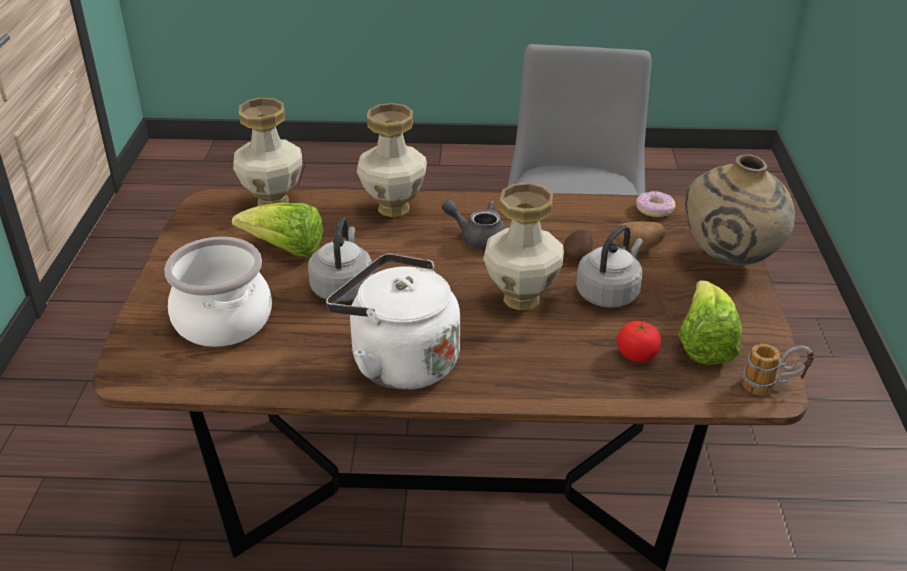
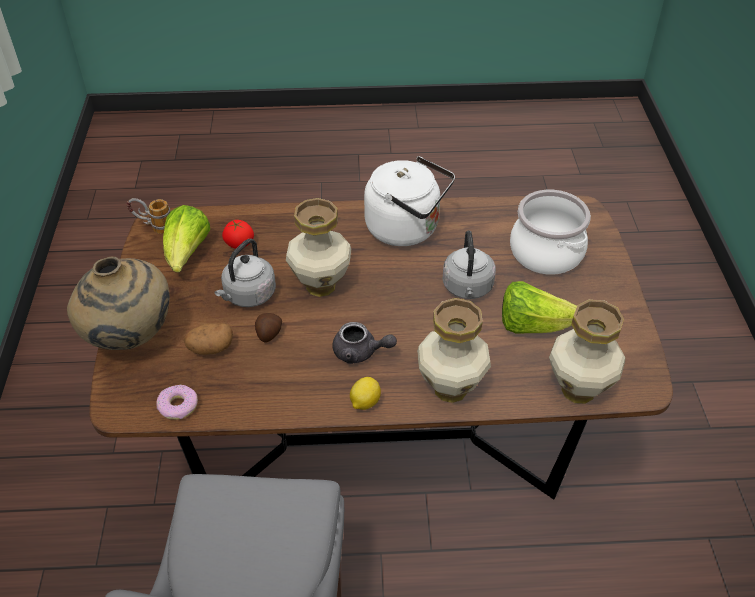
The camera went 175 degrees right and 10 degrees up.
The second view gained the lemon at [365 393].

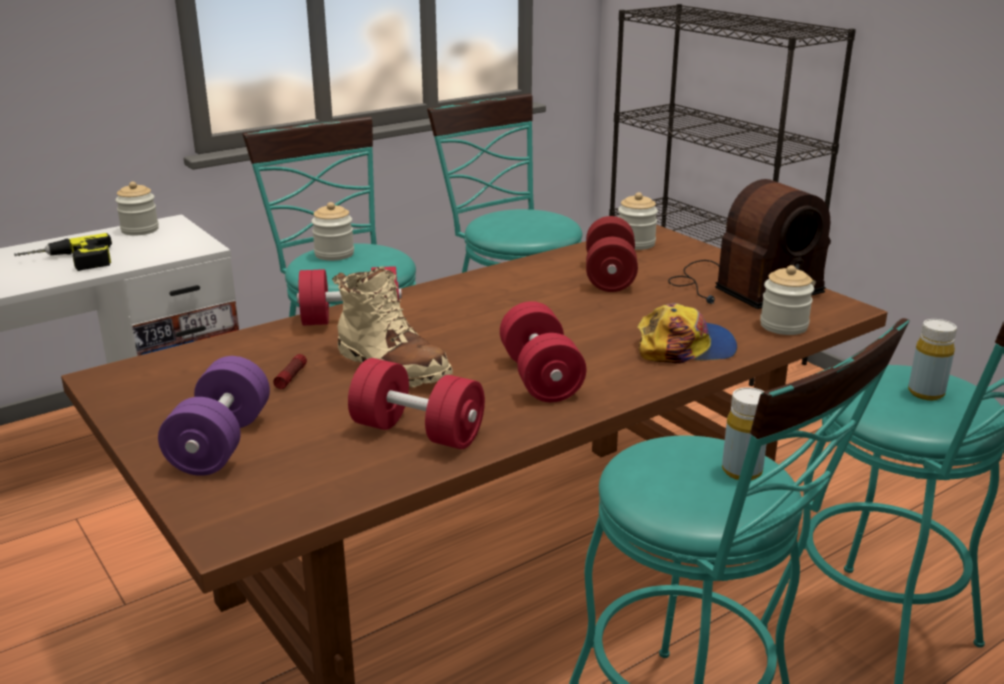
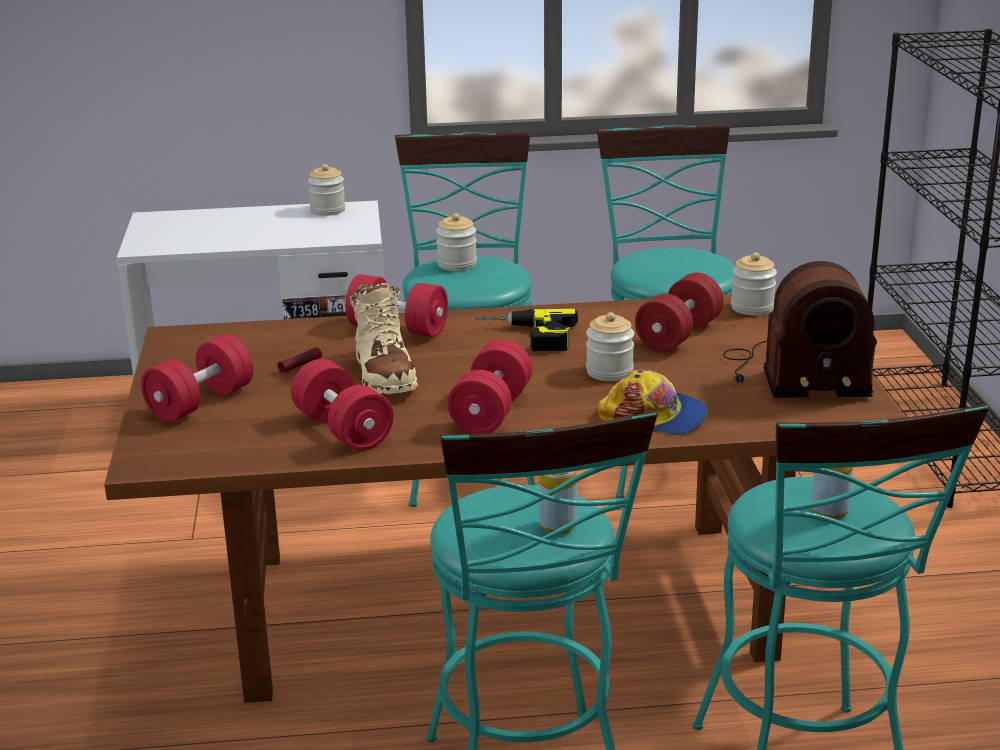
The camera went 30 degrees right and 0 degrees up.
The power drill ended up elsewhere, having gone from [63 252] to [526 330].
The jar ended up elsewhere, having gone from [787 300] to [610 346].
What was the dumbbell/purple at [214 416] turned into the dumbbell/red at [197 378].

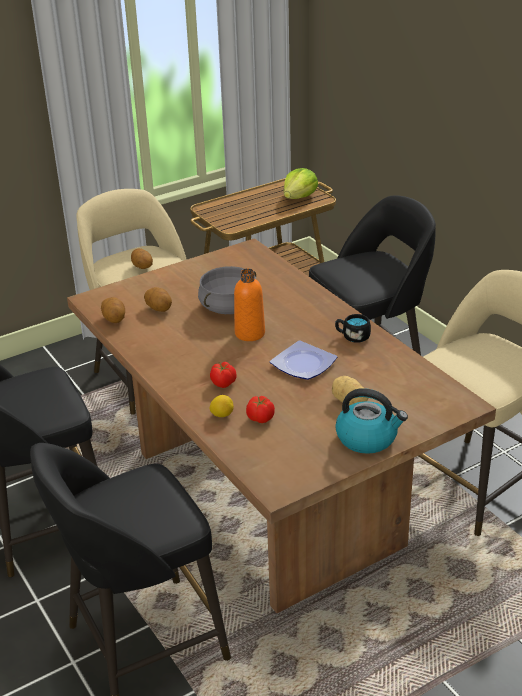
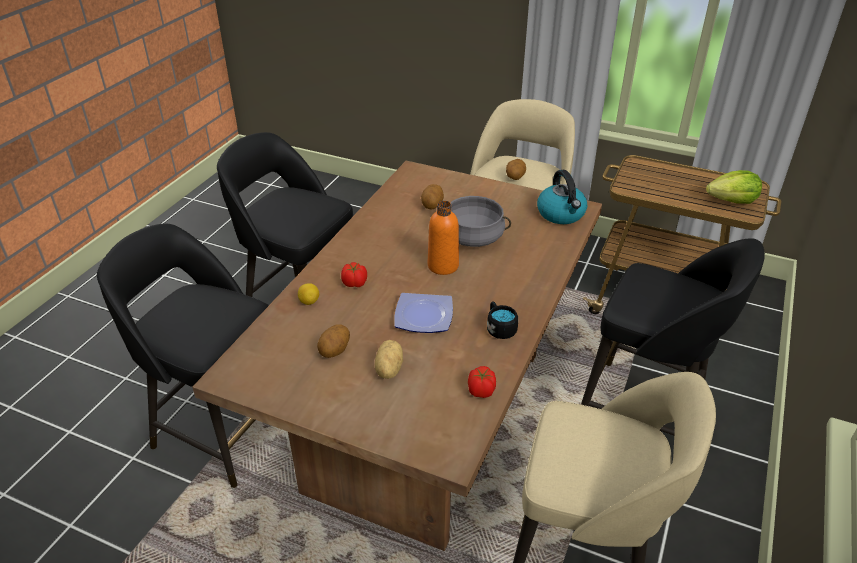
The camera went 55 degrees right and 5 degrees up.
The potato ended up elsewhere, having gone from [113 310] to [333 341].
The kettle ended up elsewhere, having gone from [371 421] to [562 197].
The tomato ended up elsewhere, having gone from [260 409] to [482 382].

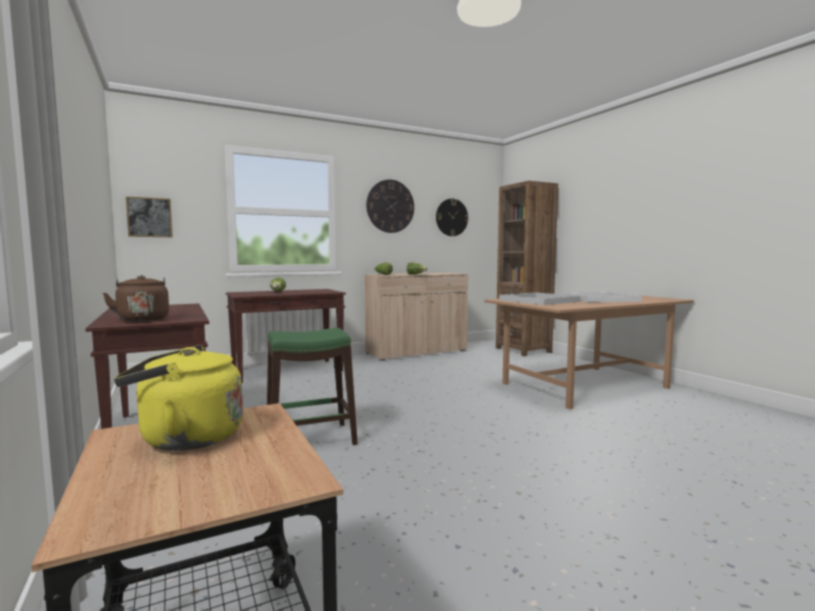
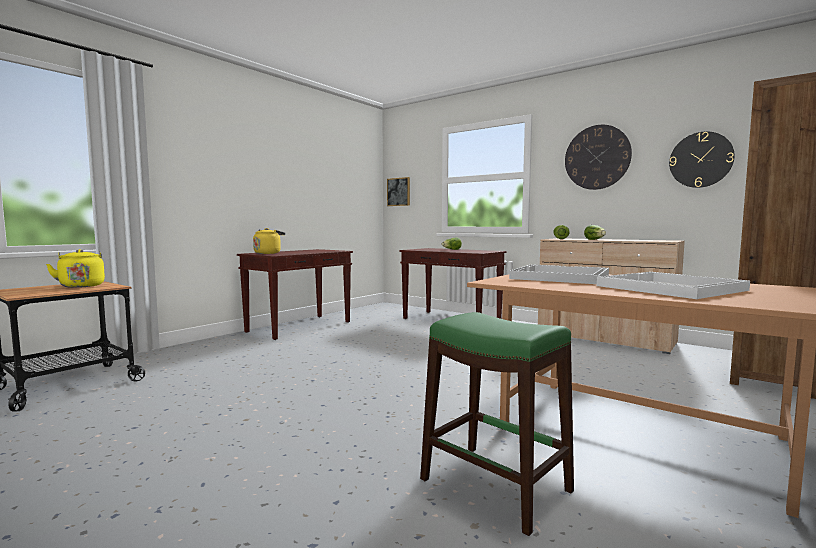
The camera went 65 degrees right and 0 degrees up.
What was the kettle/brown at [136 298] turned into the kettle/yellow at [269 241].
The stool/green ended up elsewhere, having gone from [312 386] to [497 424].

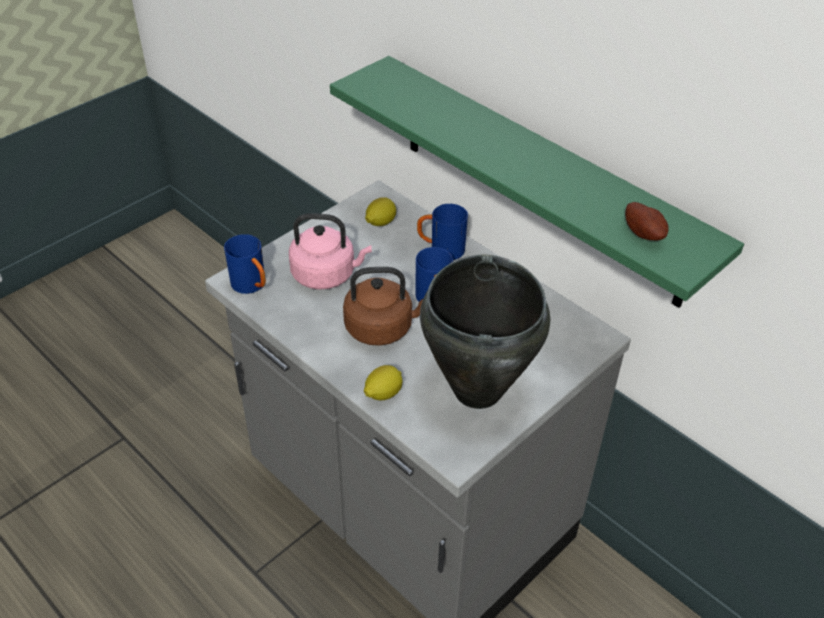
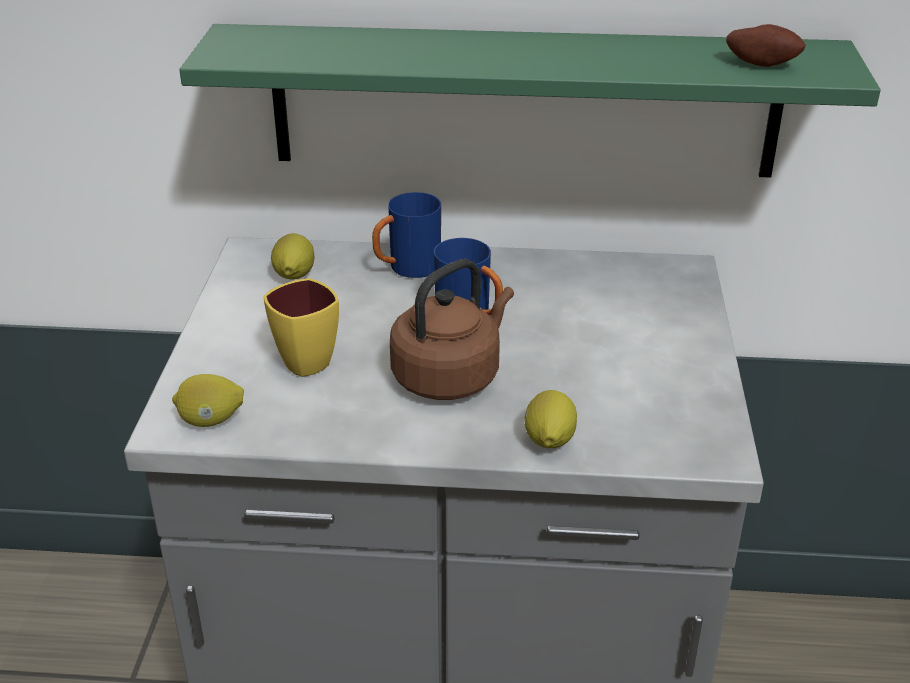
The camera went 40 degrees left and 10 degrees down.
Where the kettle/pink stood at [330 251], the mug/yellow came to stand at [301 327].
Where the mug/blue stood at [245 264], the lemon came to stand at [208 400].
The second view lost the cooking pot/black at [485 332].

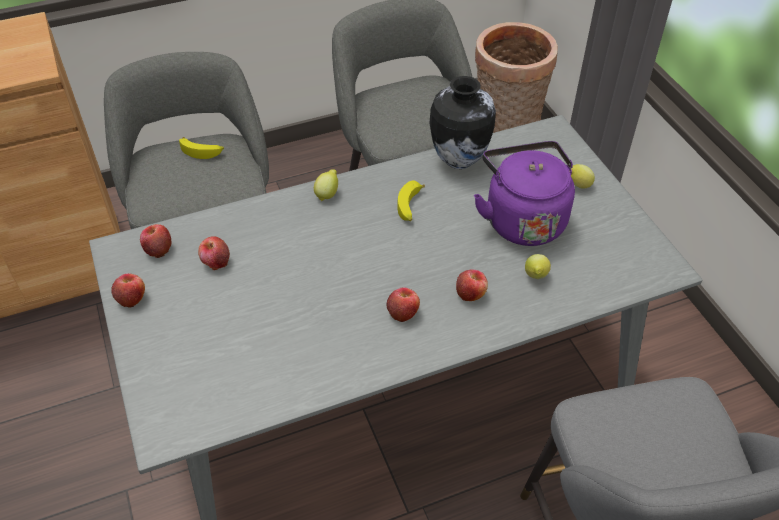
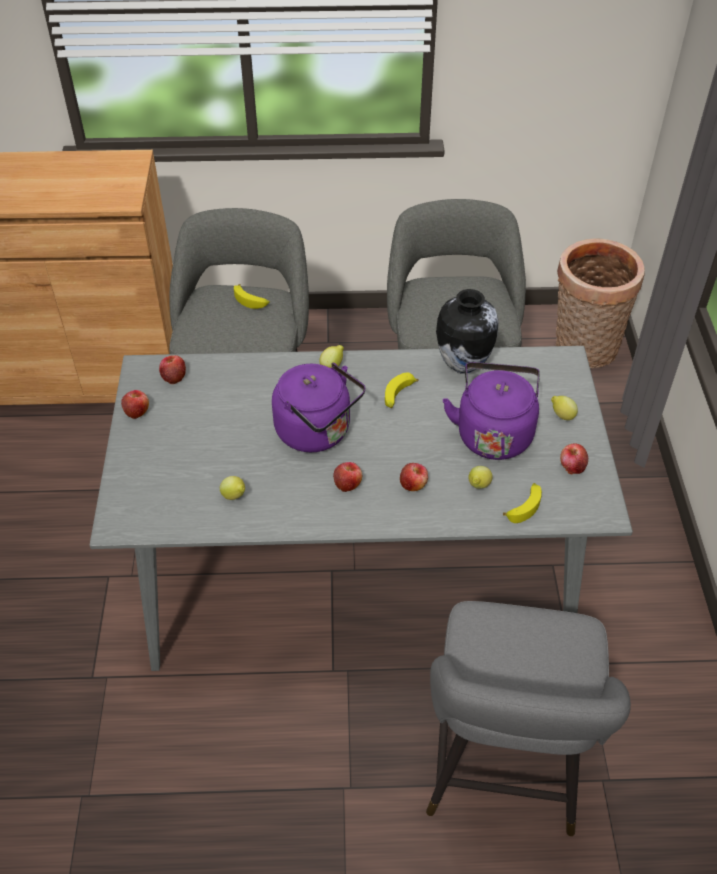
The camera went 20 degrees right and 0 degrees up.
The apple ended up elsewhere, having gone from [214 253] to [574 458].
The second view gained the kettle/purple at [318 407].
The second view gained the lemon at [232 488].
The second view gained the banana at [522 503].

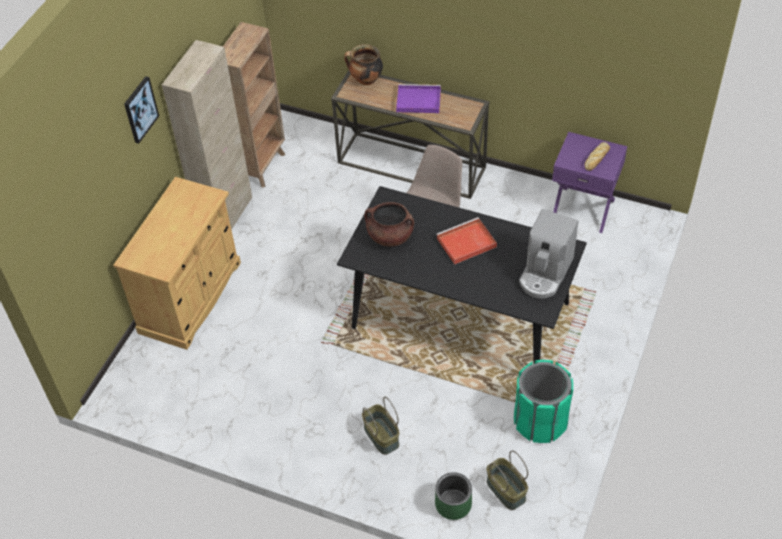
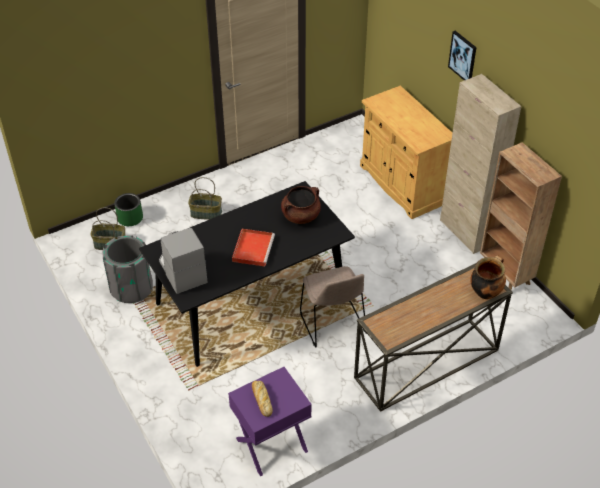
The camera went 125 degrees right and 5 degrees down.
The second view lost the tray/purple at [418 98].
What was the trash can/green at [543 401] turned into the trash can/grey at [128 269].

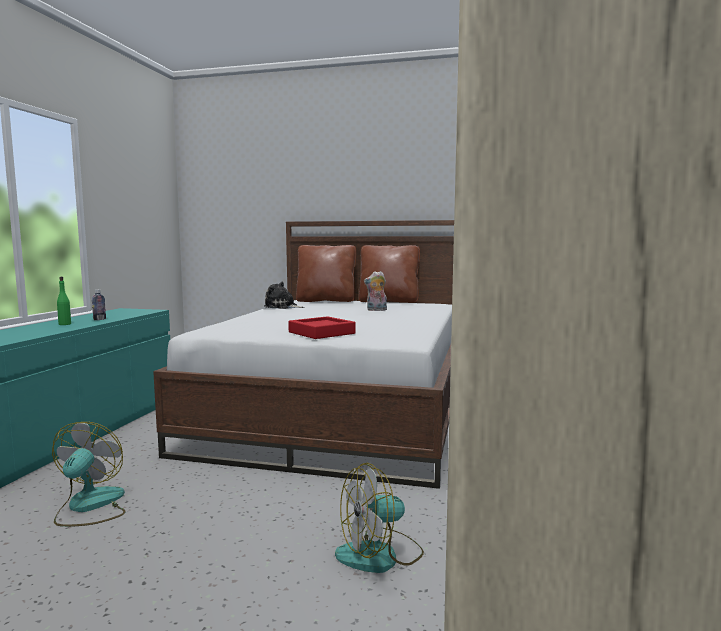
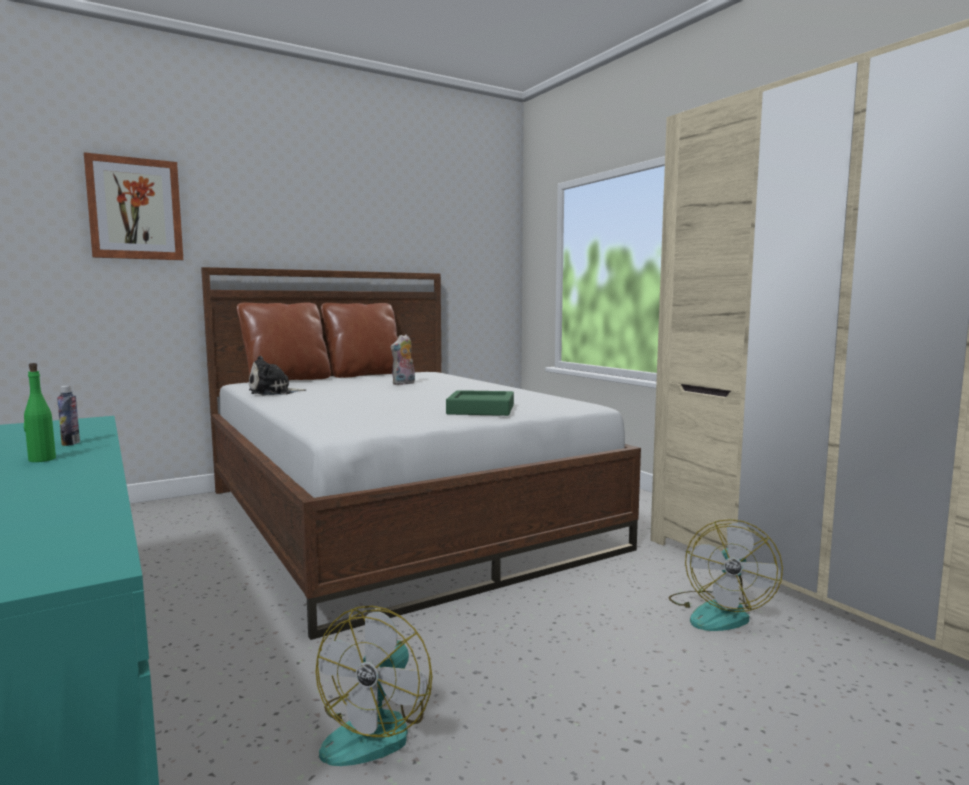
The camera went 45 degrees left and 0 degrees up.
What was the tray/red at [322 327] turned into the tray/green at [480 403].
The fan at [89 474] ended up facing another way, 120 degrees counterclockwise from before.
The second view gained the picture at [133 206].

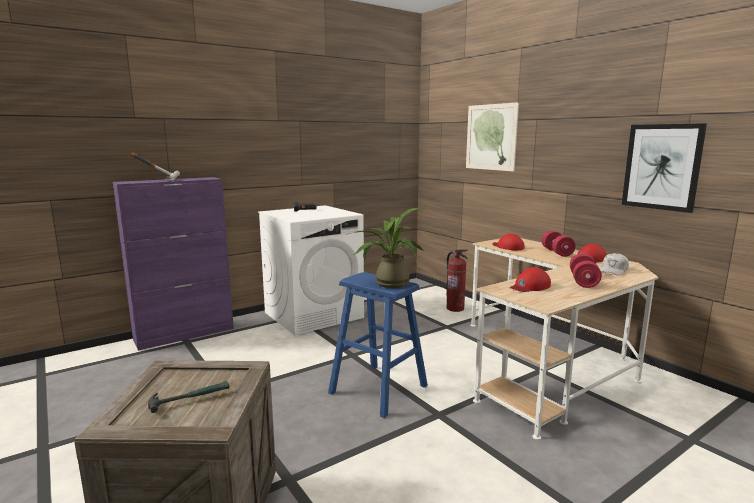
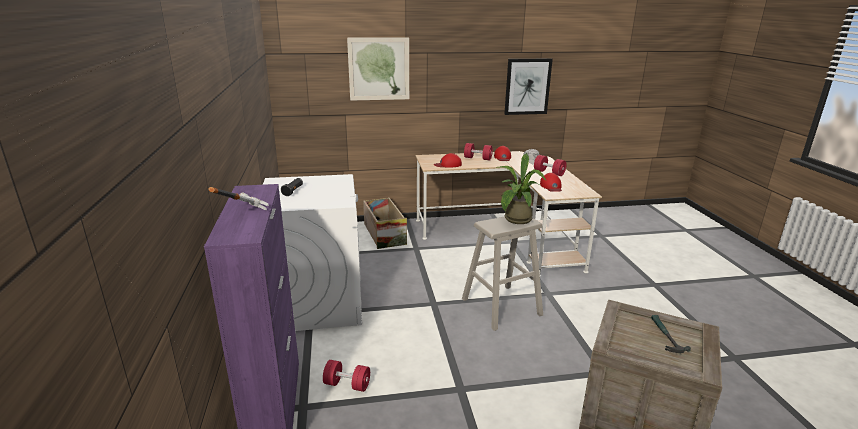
The camera went 65 degrees left and 10 degrees up.
Where the fire extinguisher stood at [457 280], the crate came to stand at [385 223].
What was the stool/blue at [378 345] turned into the stool/beige at [502 273].
The second view gained the dumbbell/red at [346 376].

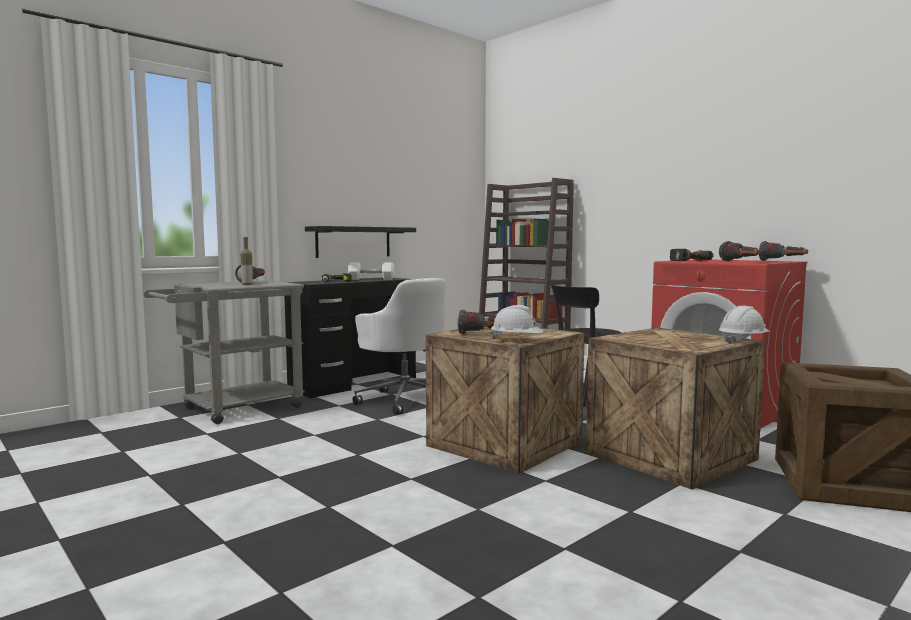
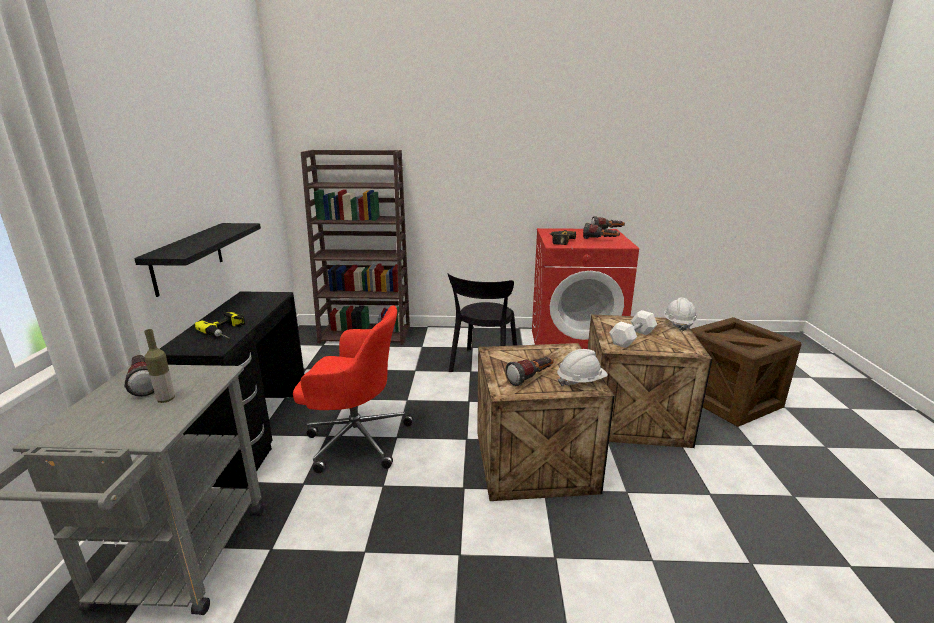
The camera went 45 degrees left and 15 degrees up.
The dumbbell/white ended up elsewhere, having gone from [371 271] to [633 329].
What was the office chair/white at [399 346] turned into the office chair/red at [353 389].

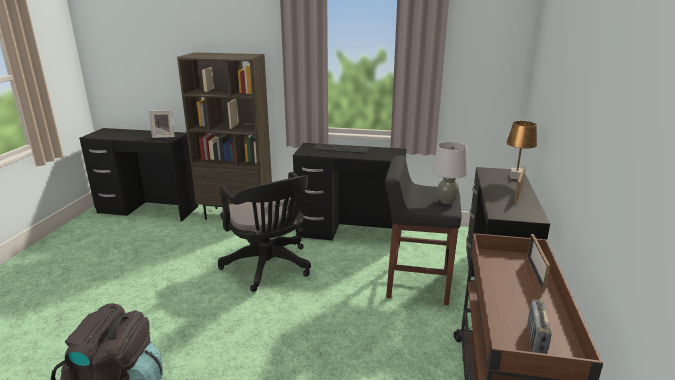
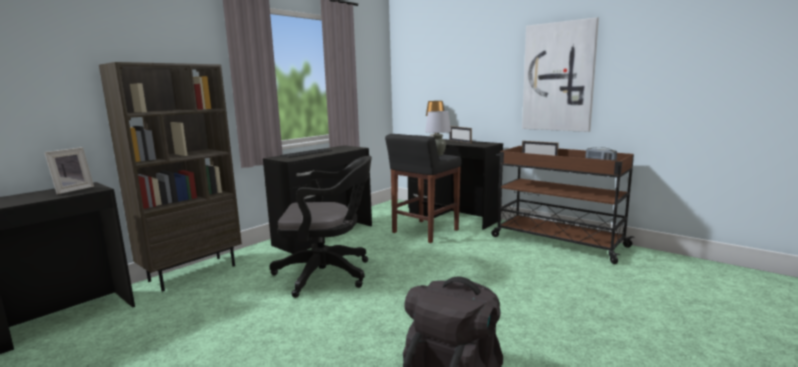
The camera went 60 degrees left and 10 degrees down.
The second view gained the picture at [560 74].

